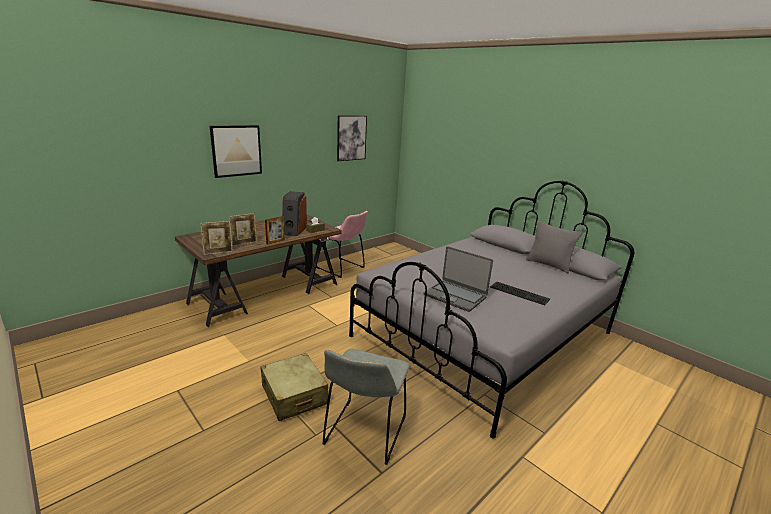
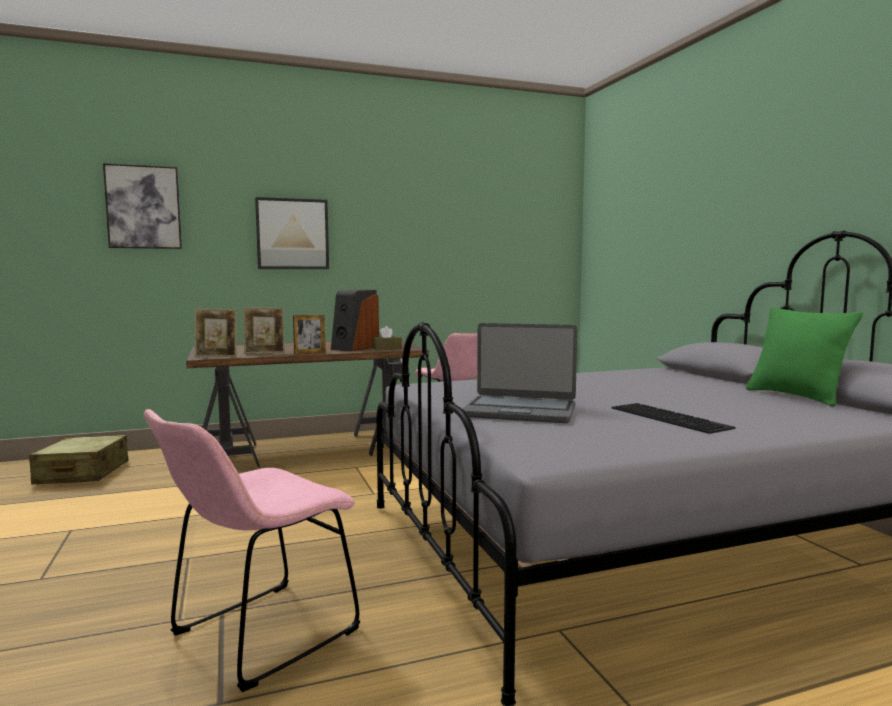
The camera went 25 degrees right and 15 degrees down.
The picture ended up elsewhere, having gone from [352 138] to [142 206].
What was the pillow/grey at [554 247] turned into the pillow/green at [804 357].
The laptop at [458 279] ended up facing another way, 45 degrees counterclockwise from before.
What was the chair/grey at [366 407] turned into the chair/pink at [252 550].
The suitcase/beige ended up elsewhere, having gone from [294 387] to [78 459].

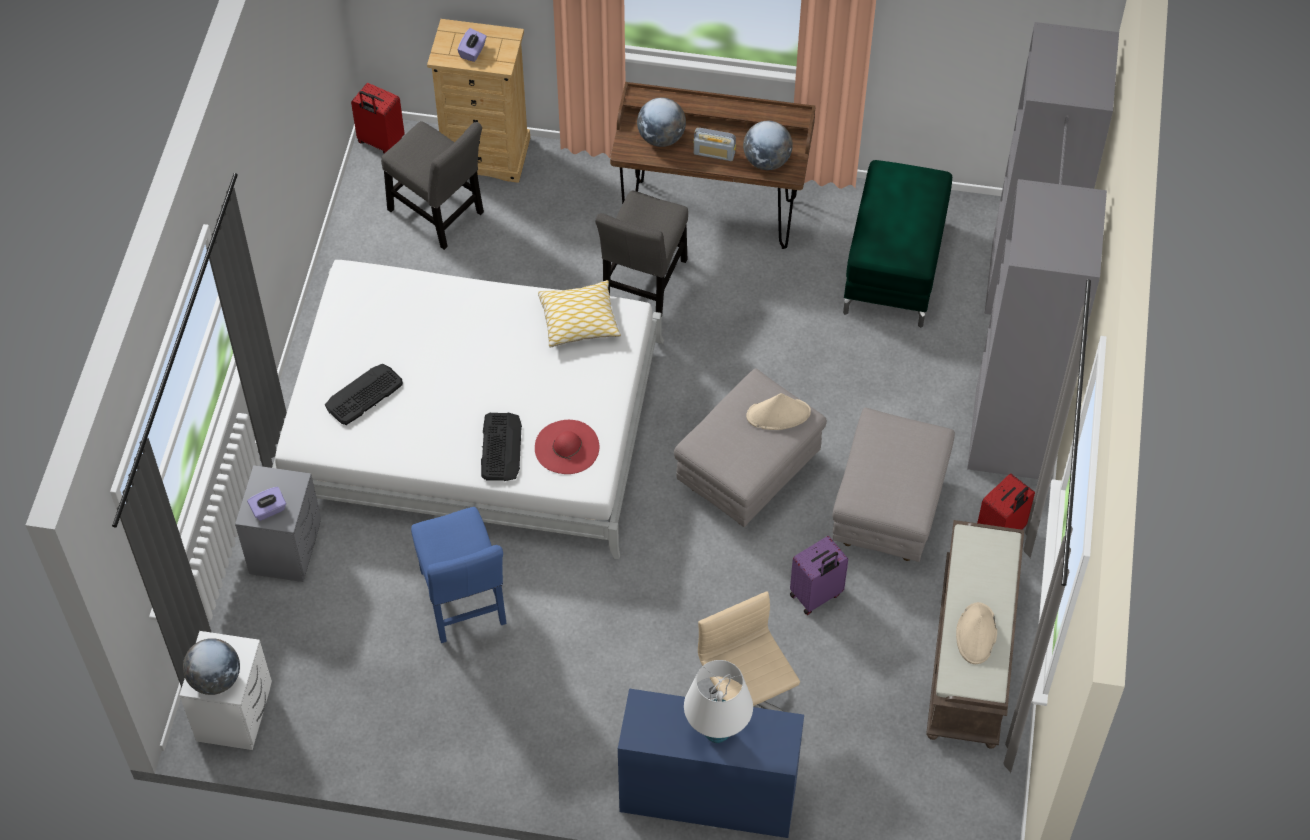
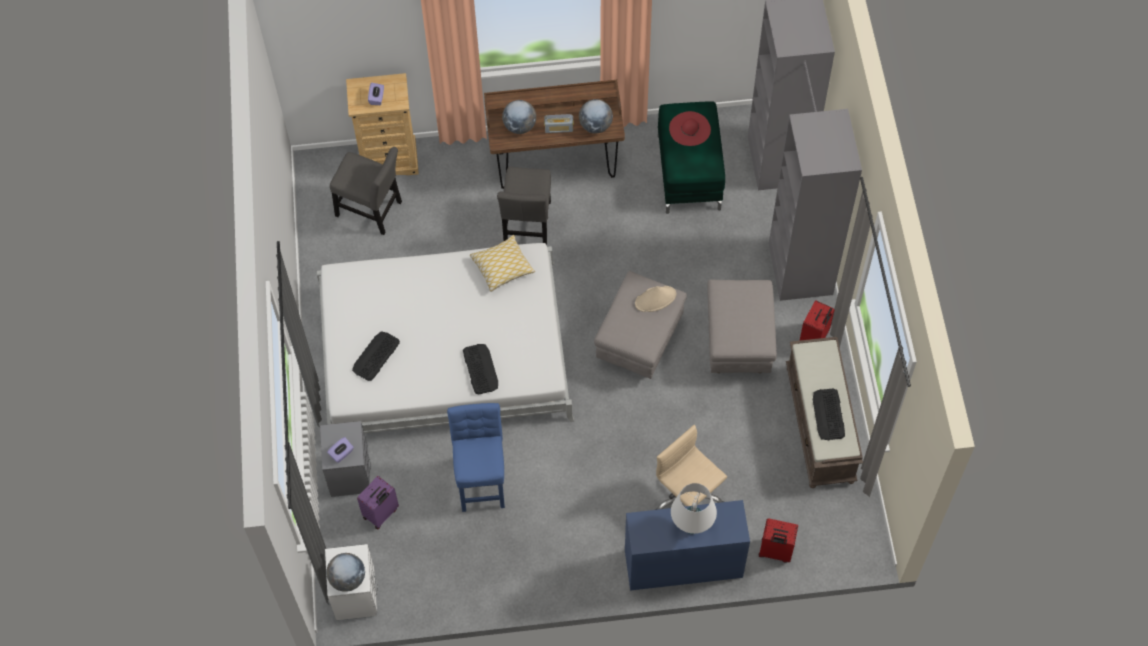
The camera went 15 degrees left and 5 degrees up.
The suitcase/red ended up elsewhere, having gone from [378 118] to [778 540].
The hat/red ended up elsewhere, having gone from [567 447] to [690 128].
The chair/blue at [459 575] ended up facing another way, 150 degrees counterclockwise from before.
The suitcase/purple ended up elsewhere, having gone from [819 575] to [378 502].
Where the hat/beige stood at [976 633], the keyboard came to stand at [829 414].

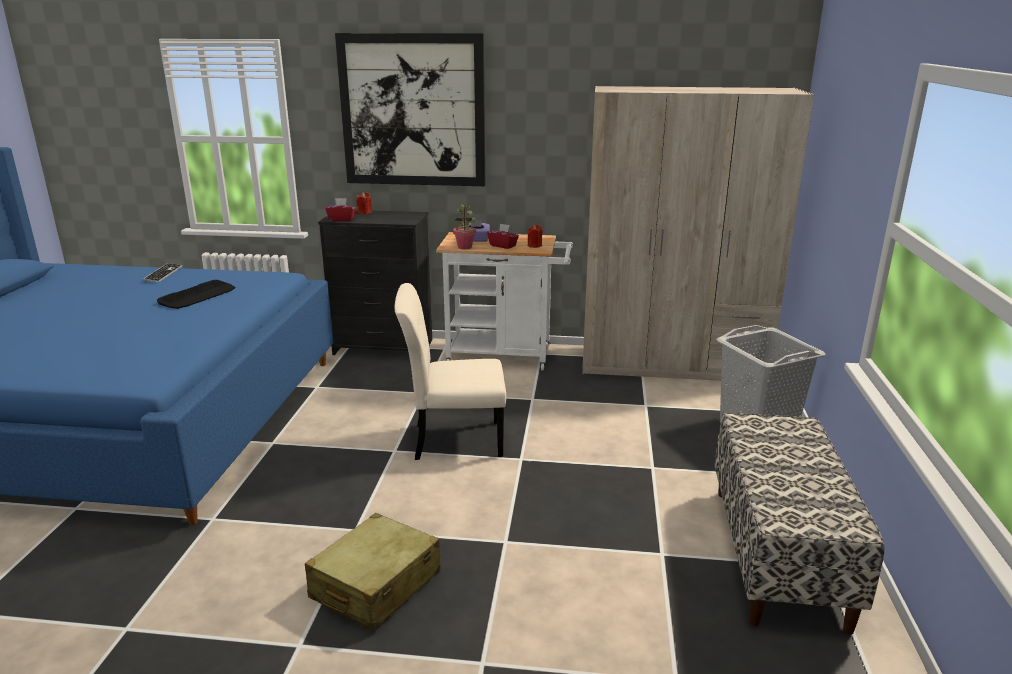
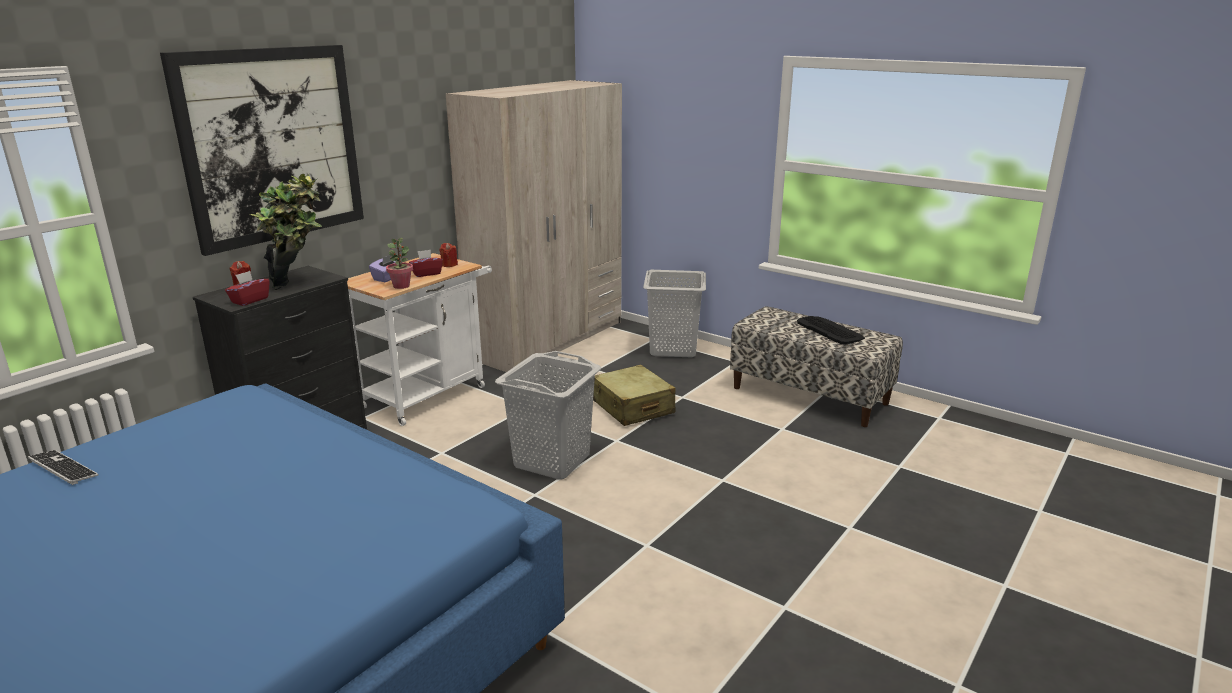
The camera went 60 degrees left and 0 degrees up.
The keyboard ended up elsewhere, having gone from [196 294] to [831 330].
Where the chair/beige stood at [450 371], the laundry basket/grey came to stand at [548 415].
The suitcase/beige ended up elsewhere, having gone from [373 572] to [634 395].
The second view gained the potted plant at [285 232].

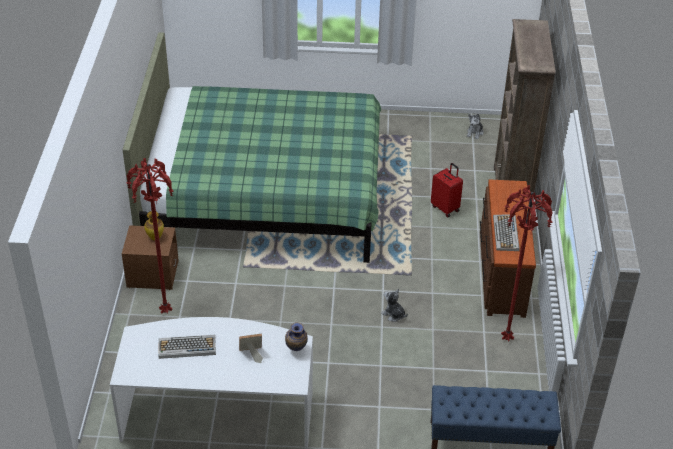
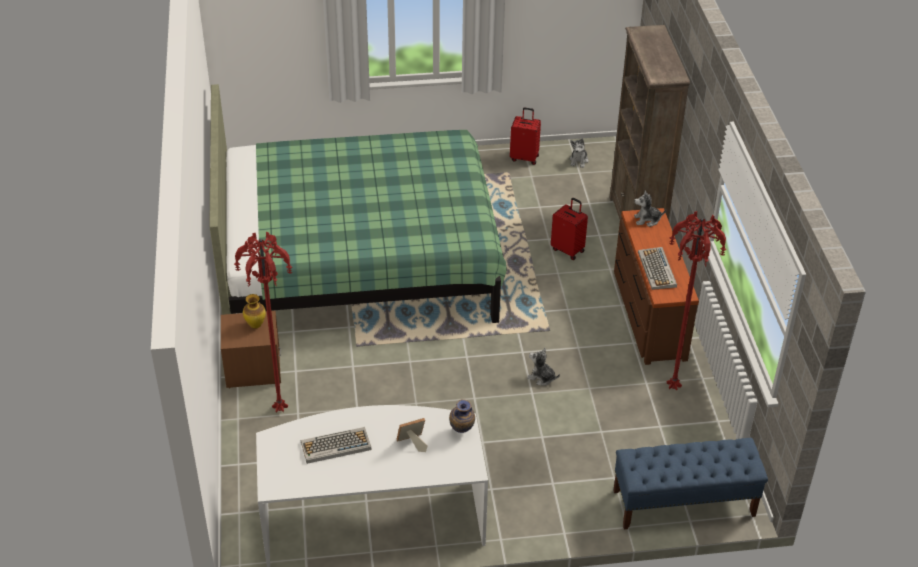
The camera went 10 degrees left and 0 degrees up.
The second view gained the suitcase/red at [525 136].
The second view gained the plush toy at [650 208].

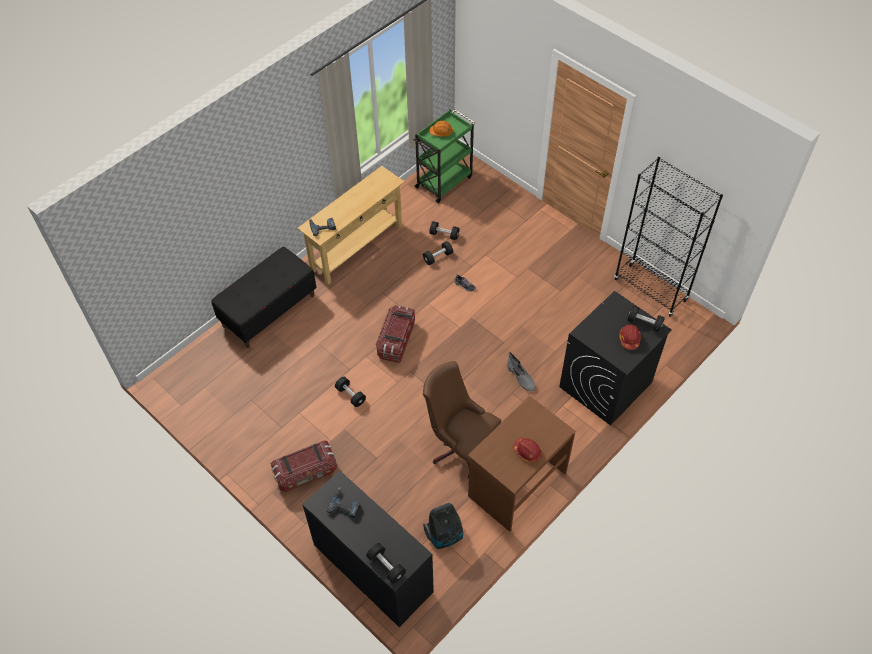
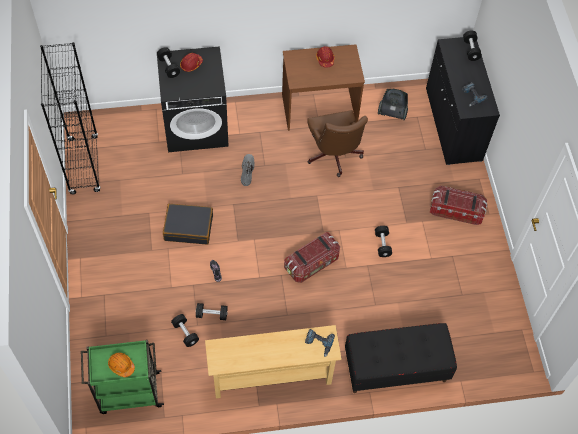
The camera went 145 degrees left and 5 degrees up.
The second view gained the suitcase/black at [188 224].

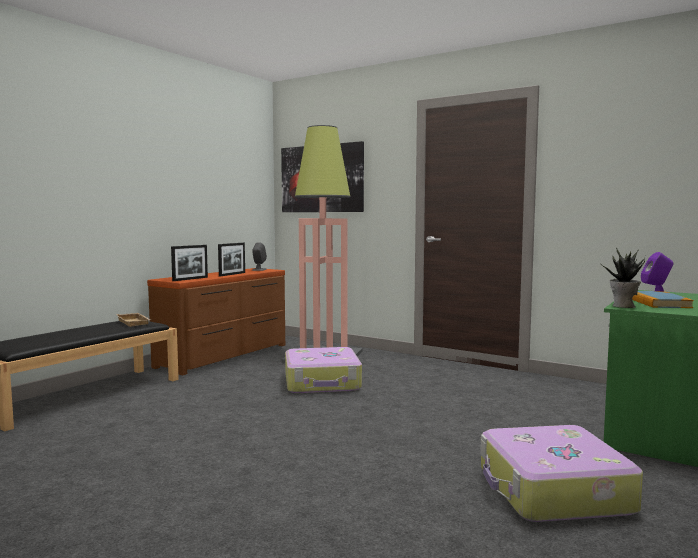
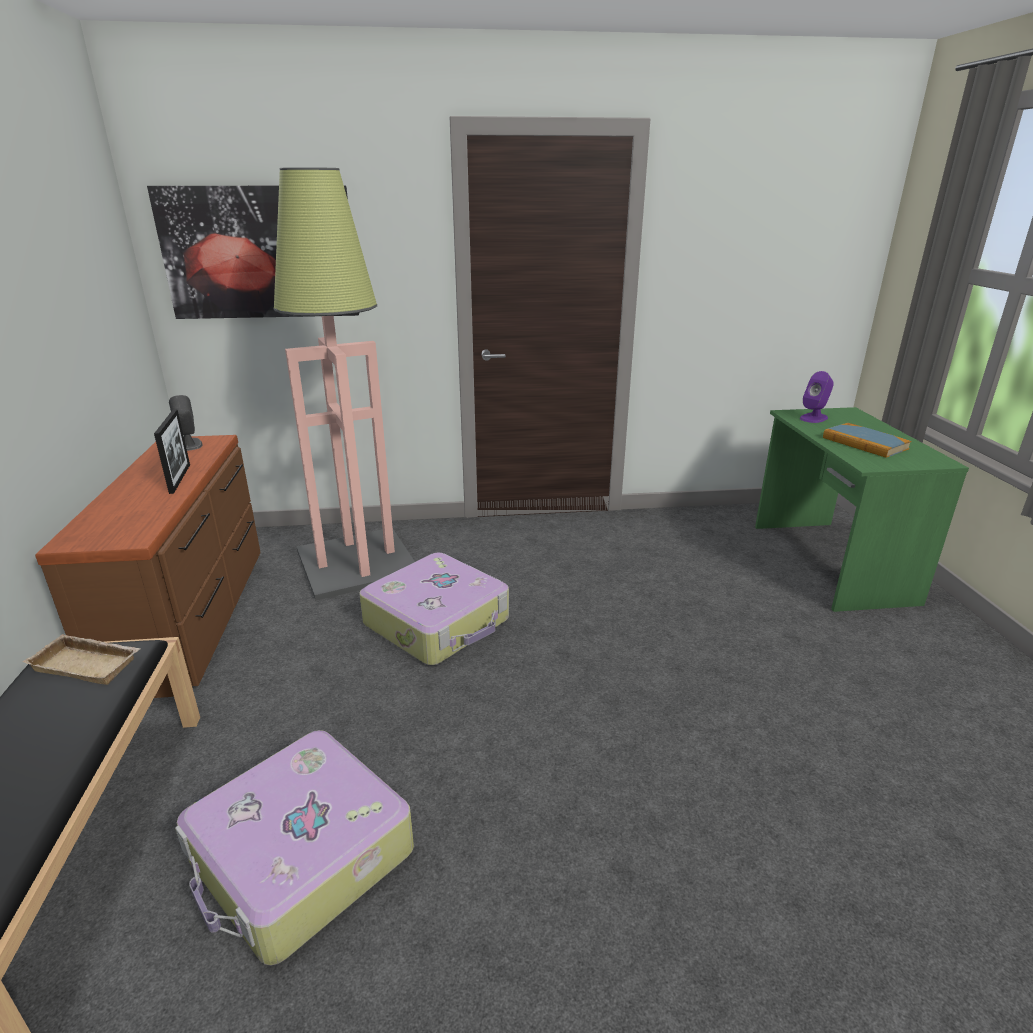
The camera went 40 degrees left and 20 degrees up.
The second view lost the picture frame at [189 263].
The second view lost the potted plant at [623 278].
The suitcase ended up elsewhere, having gone from [561 473] to [294 847].

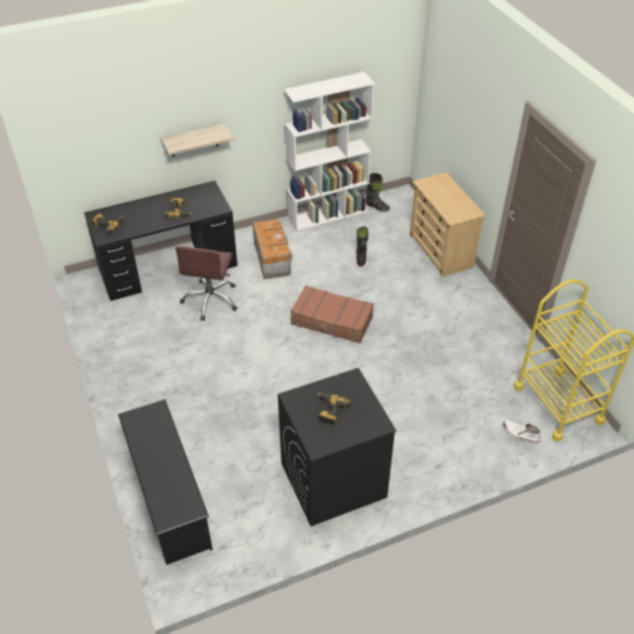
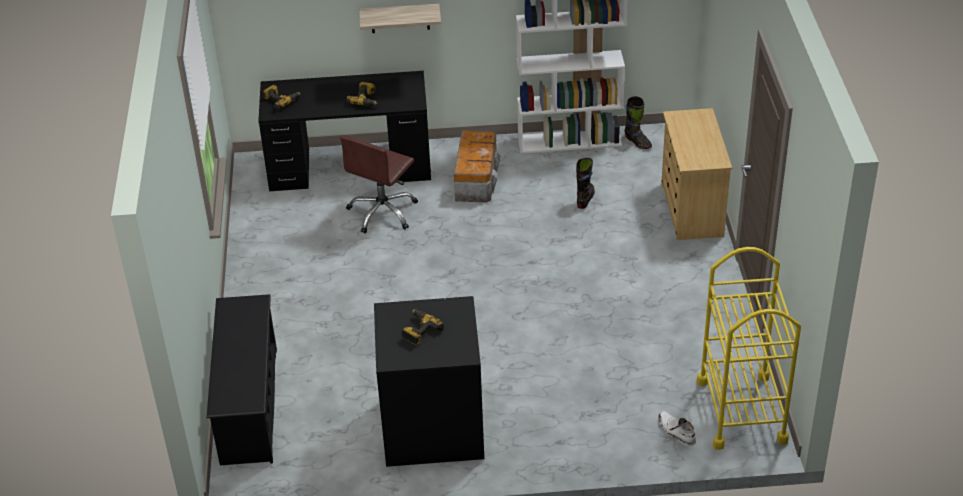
The camera went 20 degrees right and 5 degrees down.
The second view lost the suitcase/brown at [332 314].

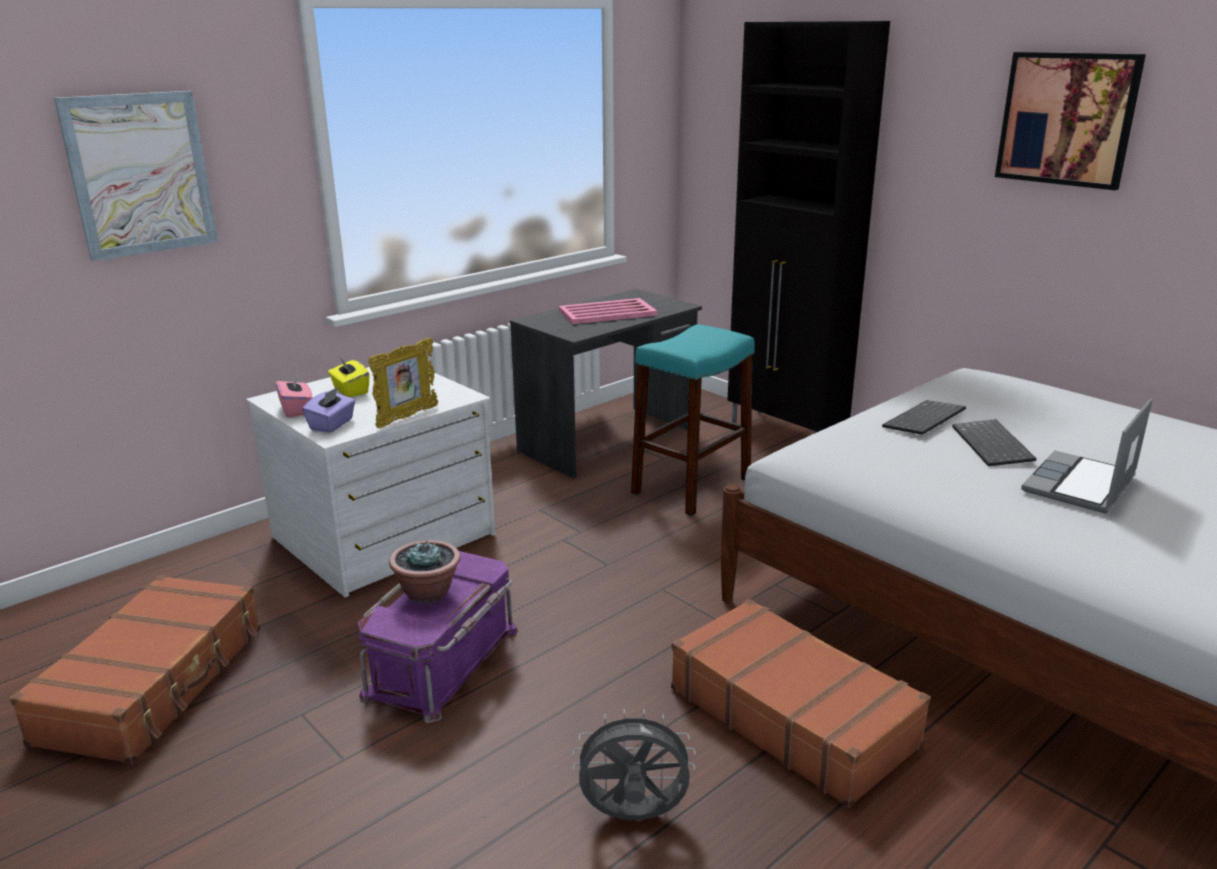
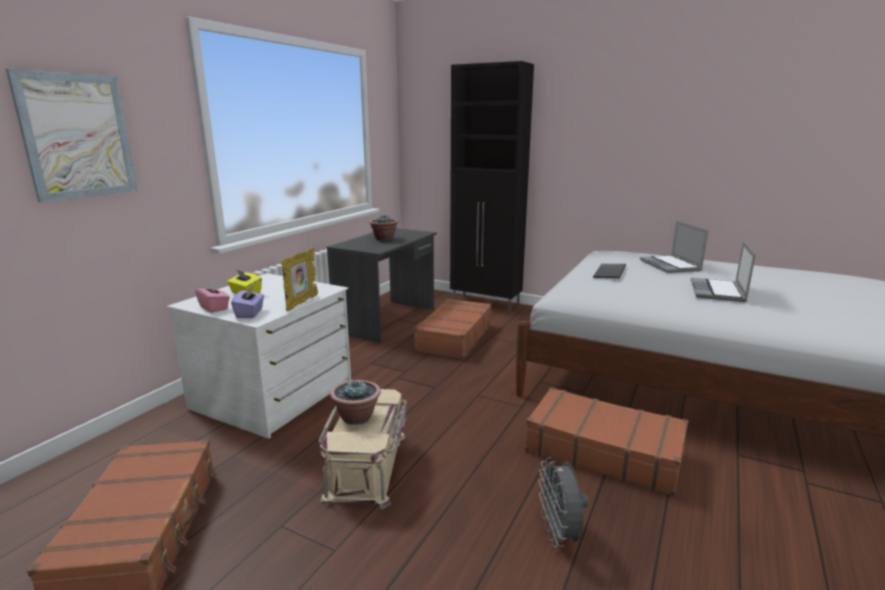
The camera went 20 degrees left and 5 degrees down.
The second view lost the picture at [1070 121].
Where the tray/pink stood at [608 311], the potted plant came to stand at [383 228].
Where the stool/turquoise stood at [693 420], the suitcase/brown came to stand at [453 328].
The second view lost the keyboard at [994 442].
What was the storage box/purple at [438 637] turned into the storage box/beige at [363 449].
The fan/grey at [634 764] ended up facing another way, 75 degrees counterclockwise from before.
The second view gained the laptop at [674 247].

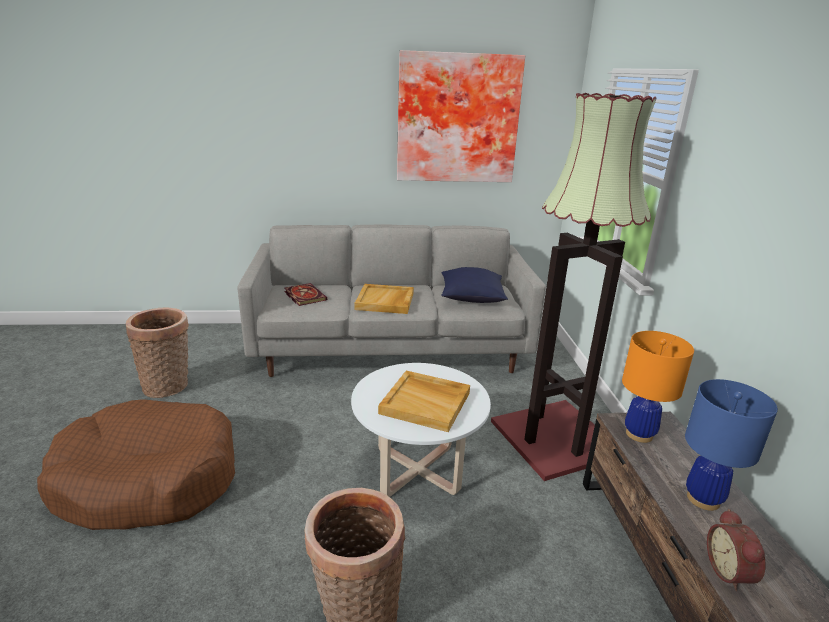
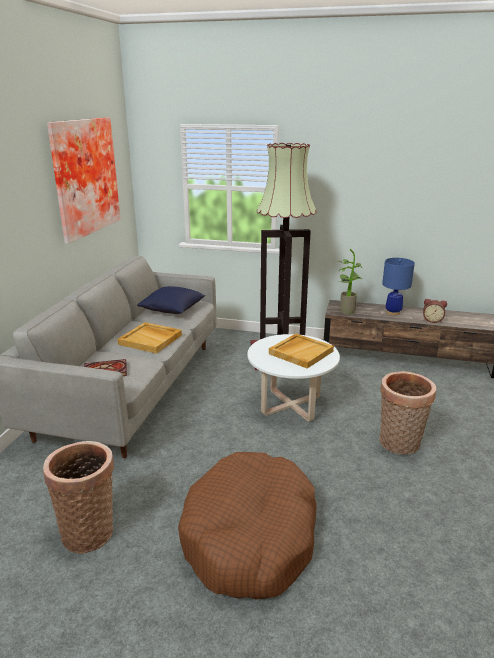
The camera went 70 degrees left and 0 degrees up.
Where the table lamp/orange stood at [658 387], the potted plant came to stand at [349 281].

